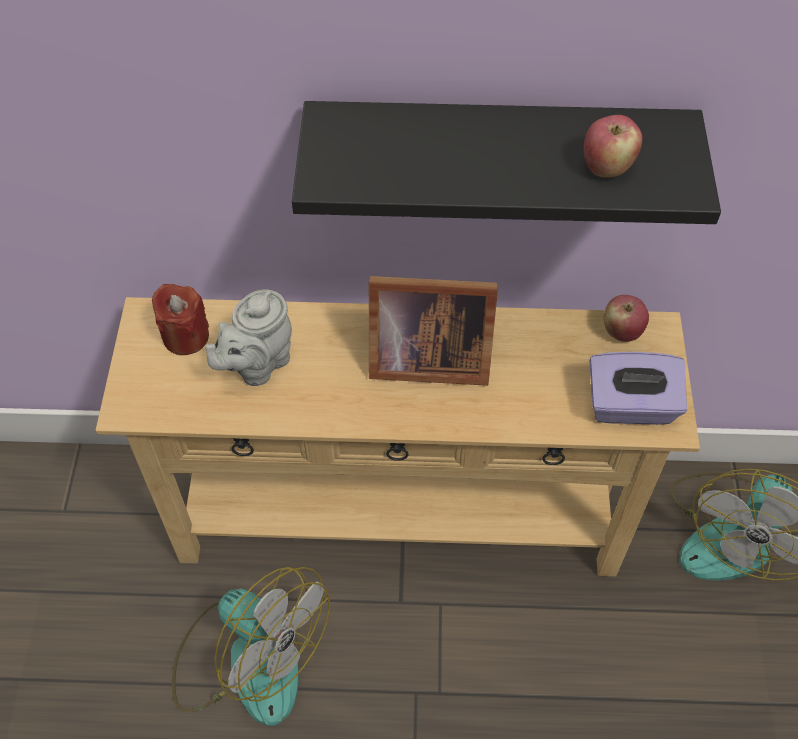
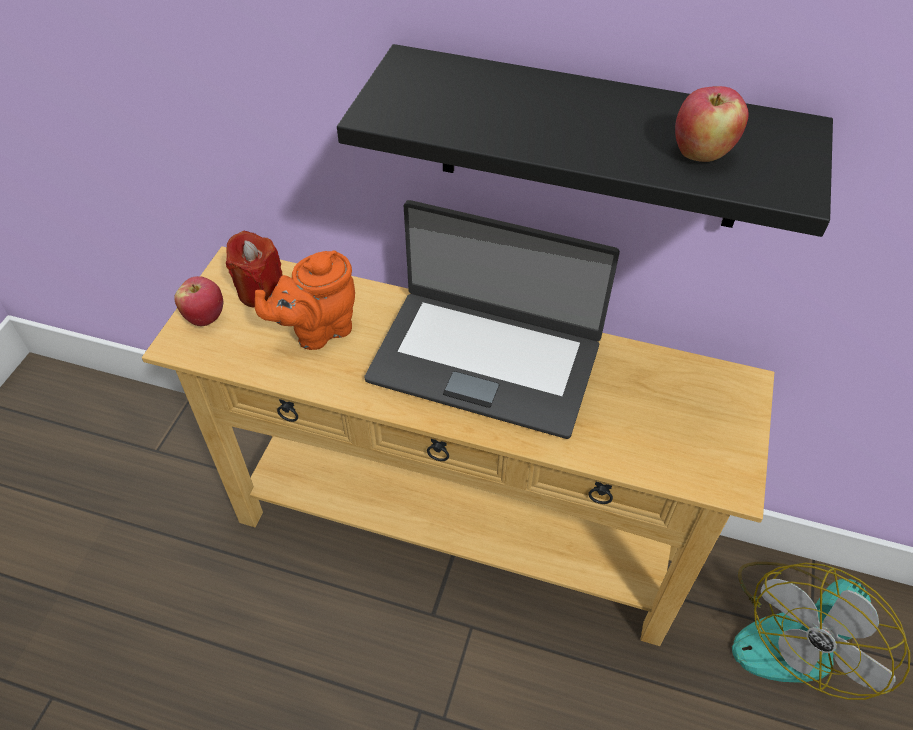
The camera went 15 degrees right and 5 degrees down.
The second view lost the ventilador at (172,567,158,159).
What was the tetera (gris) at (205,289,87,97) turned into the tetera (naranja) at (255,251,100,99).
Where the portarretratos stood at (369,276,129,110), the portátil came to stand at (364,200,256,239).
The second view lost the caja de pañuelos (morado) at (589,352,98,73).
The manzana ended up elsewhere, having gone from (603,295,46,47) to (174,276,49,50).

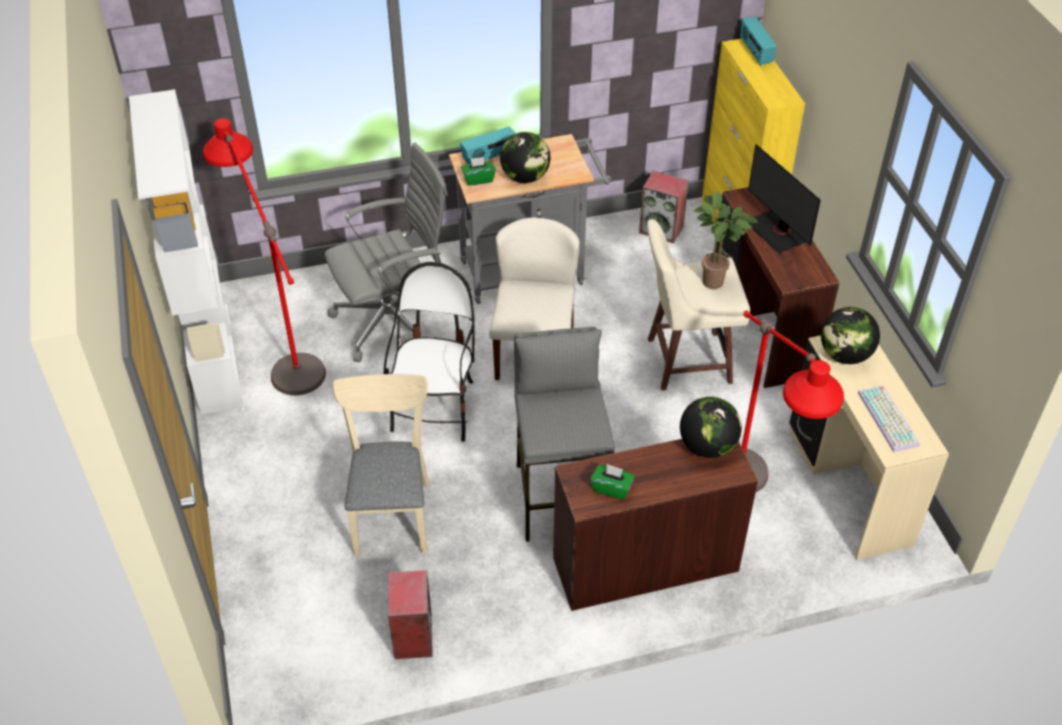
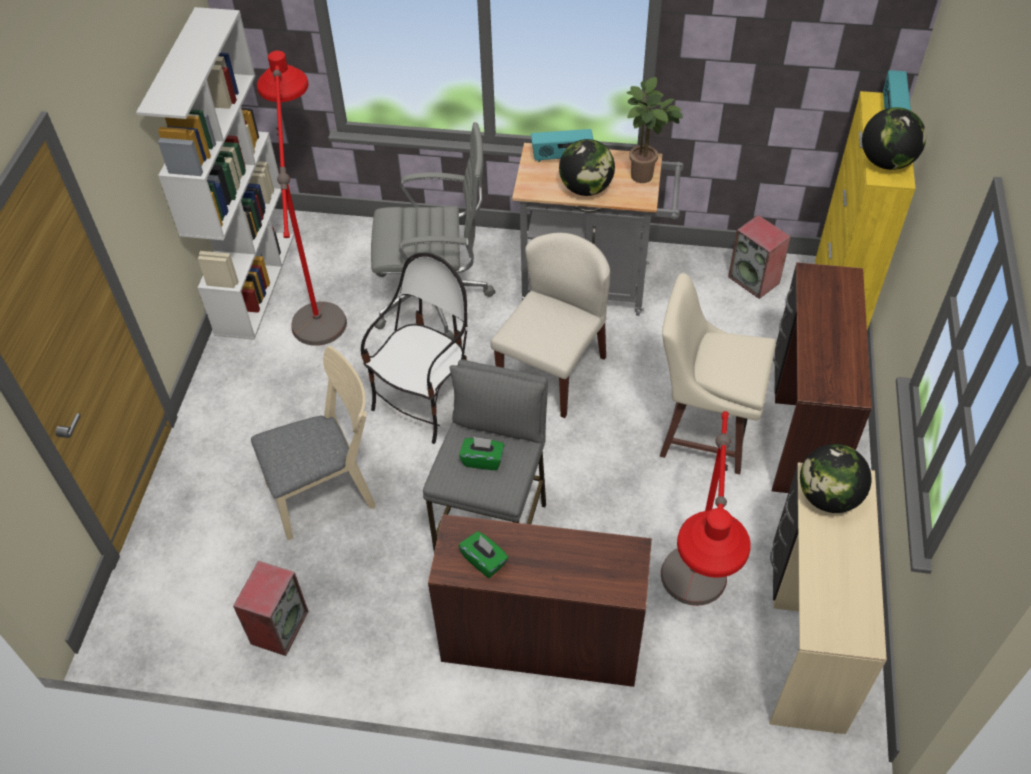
The camera went 25 degrees right and 5 degrees up.
The silla (beis) at (332,374,97,183) ended up facing another way, 45 degrees clockwise from before.
The caja de pañuelos (verde) ended up elsewhere, having gone from (461,157,35,29) to (459,437,45,33).
The globo terráqueo ended up elsewhere, having gone from (680,396,62,62) to (862,107,64,63).
The planta en maceta ended up elsewhere, having gone from (694,191,64,98) to (627,77,56,106).
The second view lost the monitor at (748,144,73,110).
The second view lost the teclado at (858,386,62,66).

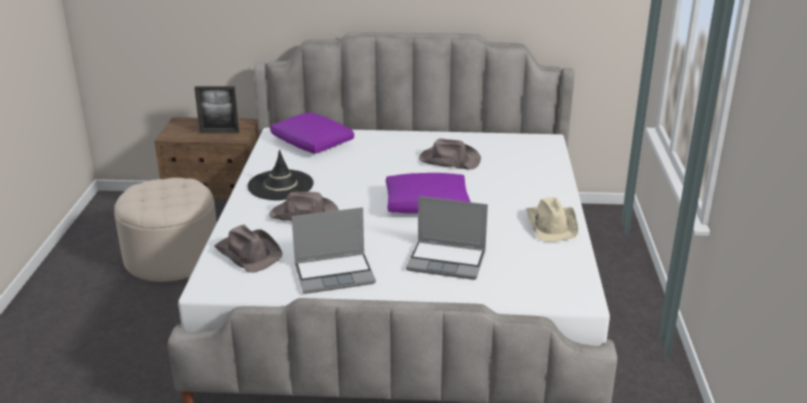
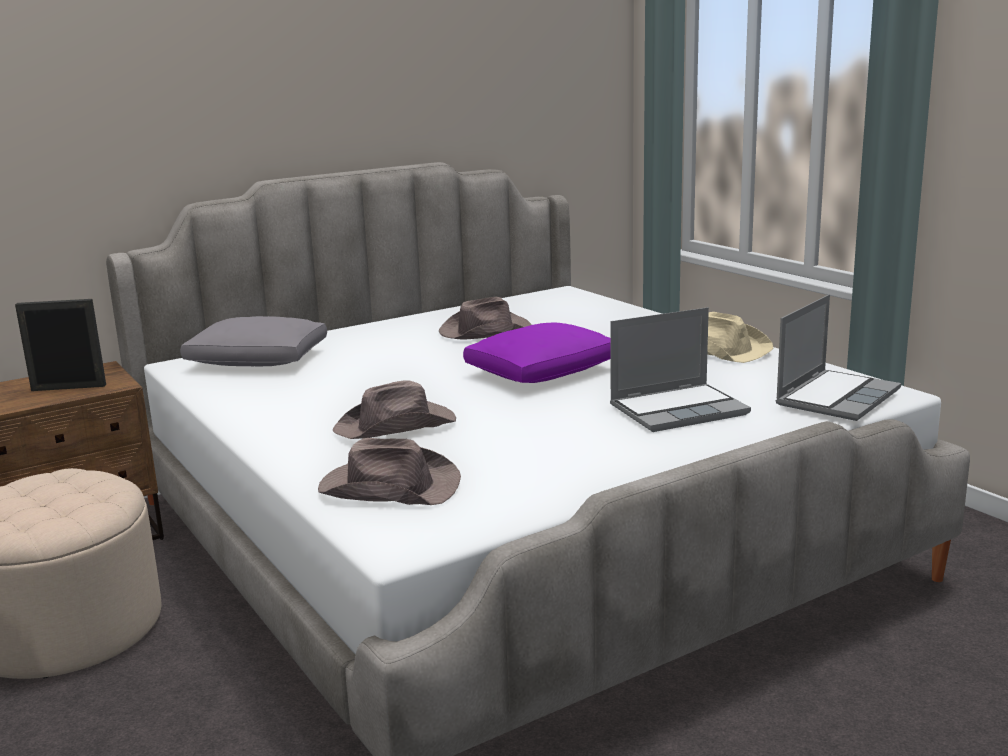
The camera went 35 degrees left and 10 degrees down.
The portarretratos at (194,86,45,47) ended up facing another way, 150 degrees counterclockwise from before.
The second view lost the sombrero (negro) at (248,150,66,50).
What was the cojín (morado) at (270,112,84,42) turned into the cojín (gris) at (180,316,147,51).
The portátil ended up elsewhere, having gone from (292,207,84,87) to (776,295,125,126).

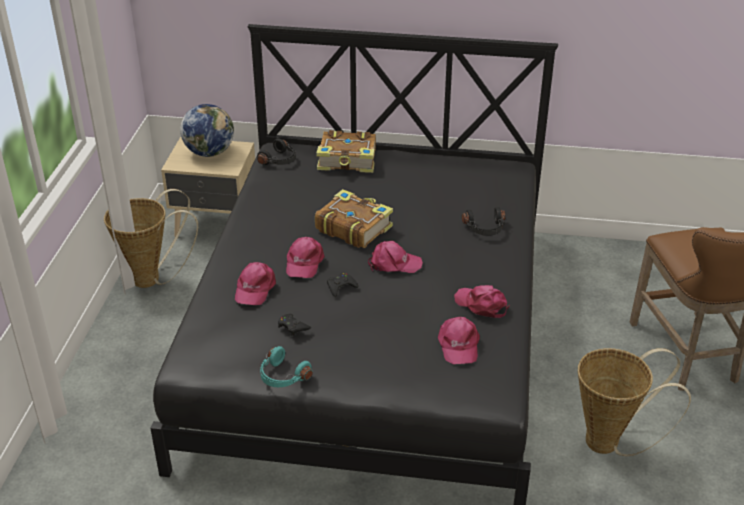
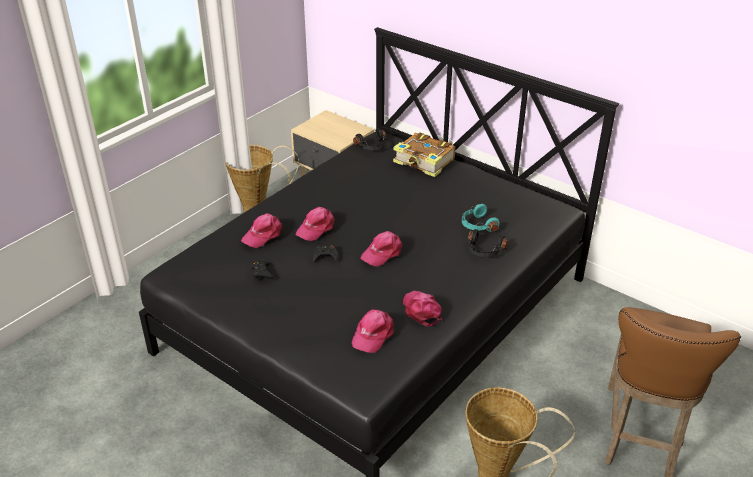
The camera went 30 degrees right and 0 degrees up.
The second view lost the globo terráqueo at (180,104,54,53).
The auriculares (turquesa) ended up elsewhere, having gone from (260,346,53,41) to (462,204,38,28).
The second view lost the libro at (315,189,78,59).
The gorra (rosa) at (368,241,55,32) ended up facing another way, 105 degrees clockwise from before.

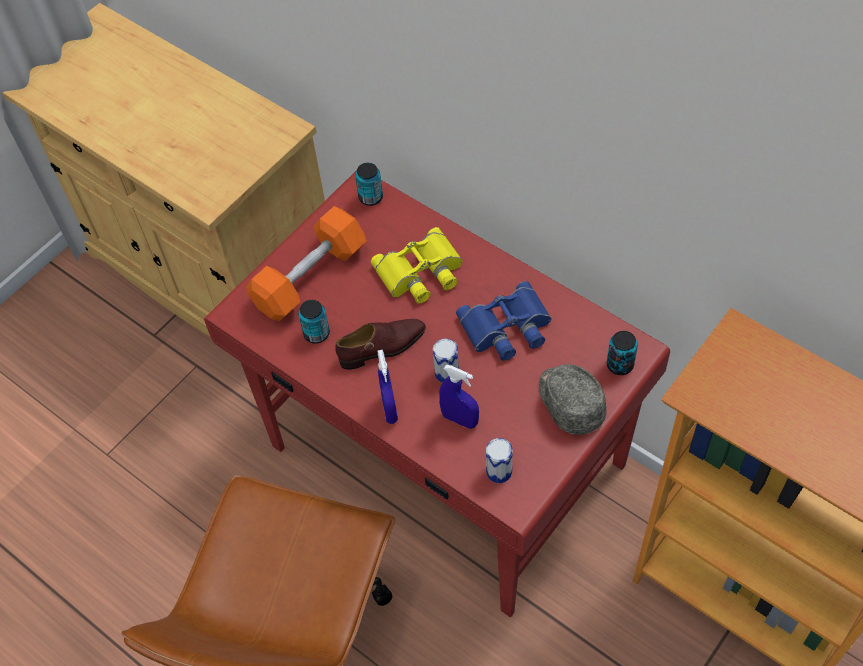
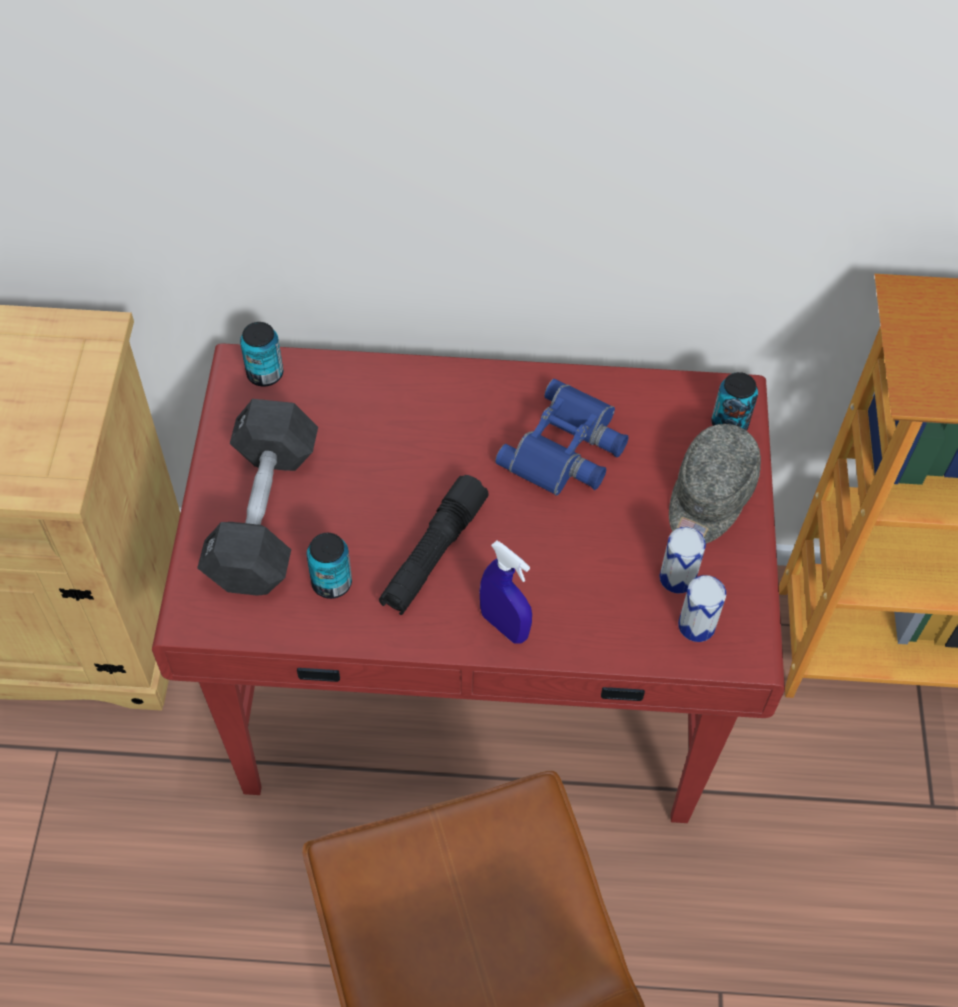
The camera went 40 degrees left and 0 degrees up.
What was the mancuerna (naranja) at (246,206,121,116) turned into the mancuerna (negro) at (197,399,121,197).
Where the zapato (marrón) stood at (335,319,91,50), the linterna (negro) came to stand at (379,475,110,140).
The second view lost the prismáticos (amarillo) at (371,227,92,76).
The lata ended up elsewhere, having gone from (433,339,26,44) to (659,527,47,66).
The second view lost the pulverizador (azul) at (439,365,40,64).
The gorra (gris) at (539,364,68,71) ended up facing another way, 90 degrees counterclockwise from before.

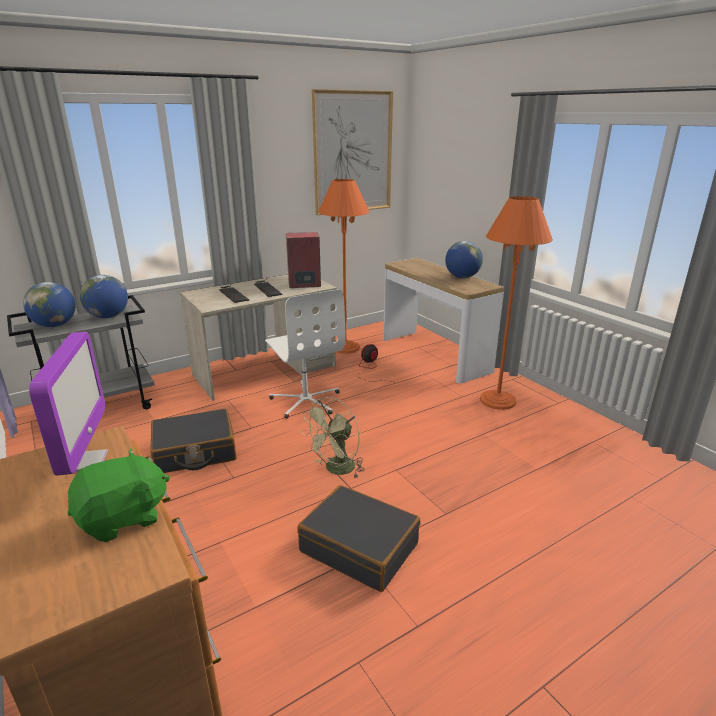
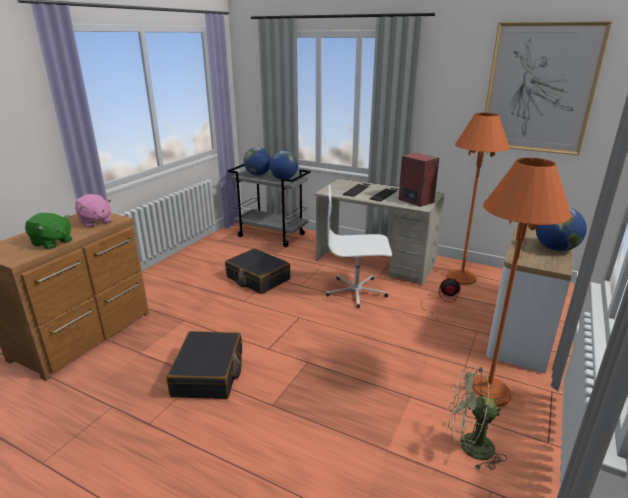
The camera went 60 degrees right and 0 degrees up.
Where the monitor stood at (29,332,79,144), the peluche (rosa) came to stand at (75,194,37,34).
The silla de oficina (blanco) at (265,289,81,130) ended up facing another way, 60 degrees clockwise from before.
The ventilador (verde) ended up elsewhere, having gone from (301,397,64,81) to (448,365,59,105).

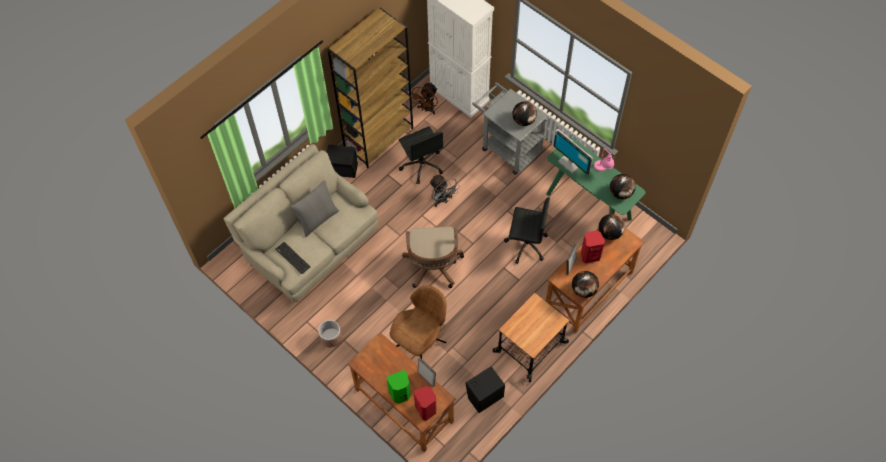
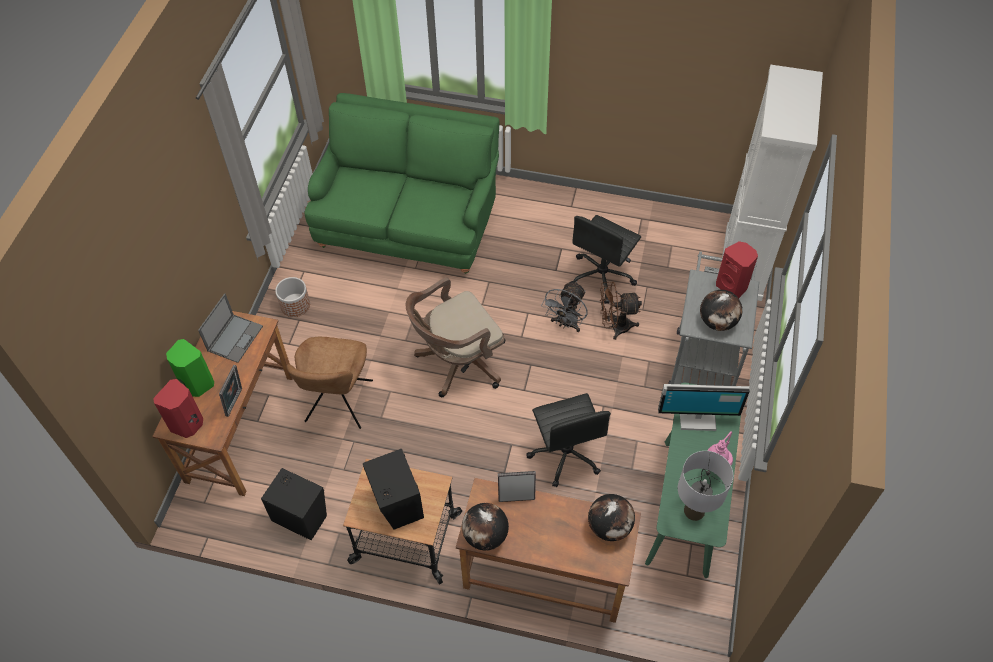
The camera went 60 degrees right and 5 degrees down.
What was the sofá (beis) at (224,144,154,158) turned into the sofá (verde) at (305,93,195,181).
The second view lost the teclado at (276,242,34,32).
The second view lost the cojín (gris) at (291,180,48,57).
The second view lost the estantería (marrón) at (327,8,86,160).
The altavoz (negro) ended up elsewhere, having gone from (327,144,31,34) to (363,449,61,81).
The silla (marrón) at (390,285,57,74) ended up facing another way, 90 degrees clockwise from before.
The ventilador (marrón) ended up elsewhere, having gone from (411,82,27,32) to (600,282,42,58).
The monitor at (553,129,40,46) ended up facing another way, 105 degrees counterclockwise from before.
The altavoz (rojo) ended up elsewhere, having gone from (581,231,24,32) to (716,241,42,57).
Where the globo terráqueo stood at (610,174,26,25), the lámpara de mesa (gris) came to stand at (678,451,55,70).
The second view gained the portátil at (198,293,65,70).

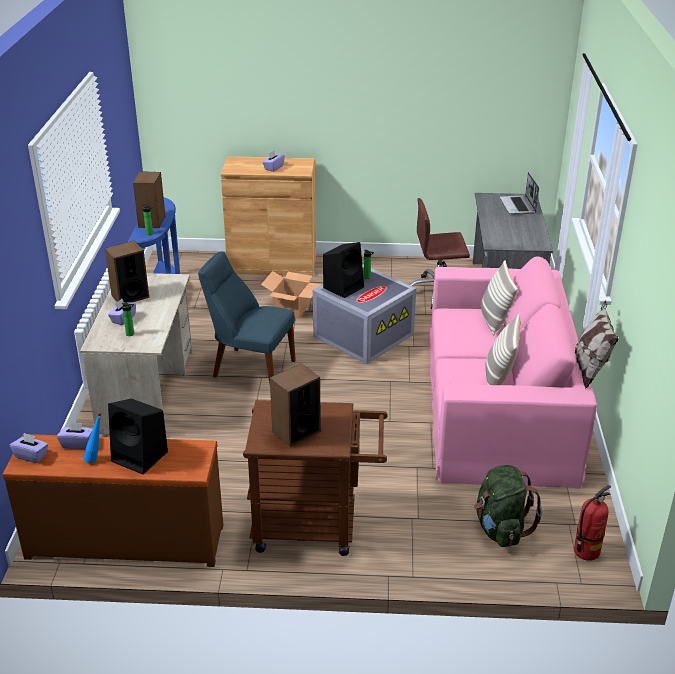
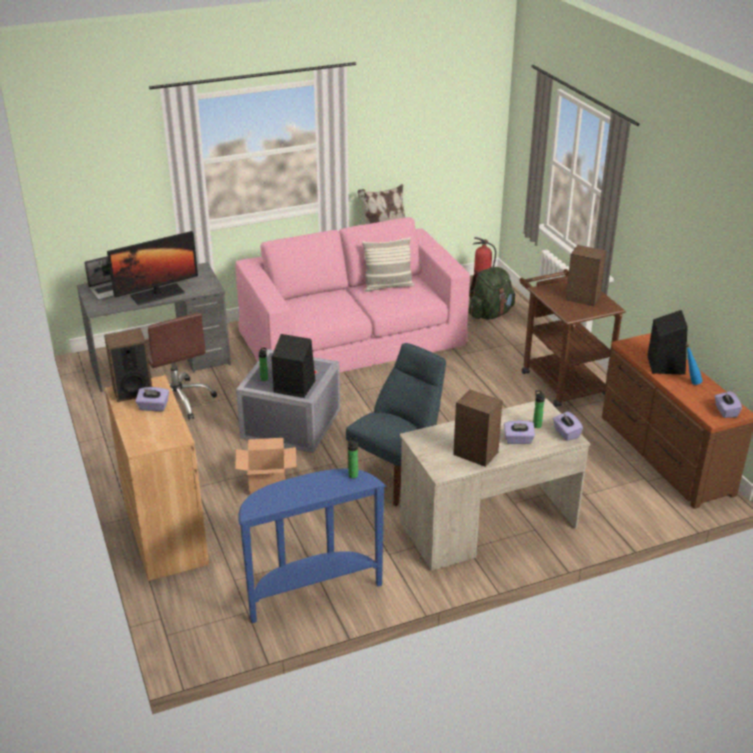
The camera went 115 degrees left and 0 degrees up.
The caja de pañuelos (morado) ended up elsewhere, having gone from (57,422,36,27) to (553,411,30,30).
The altavoz ended up elsewhere, having gone from (133,171,33,57) to (104,328,48,74).
The silla (azul) at (198,251,98,132) ended up facing another way, 135 degrees counterclockwise from before.
The second view lost the cojín at (481,260,37,76).
The second view gained the monitor at (107,231,91,74).

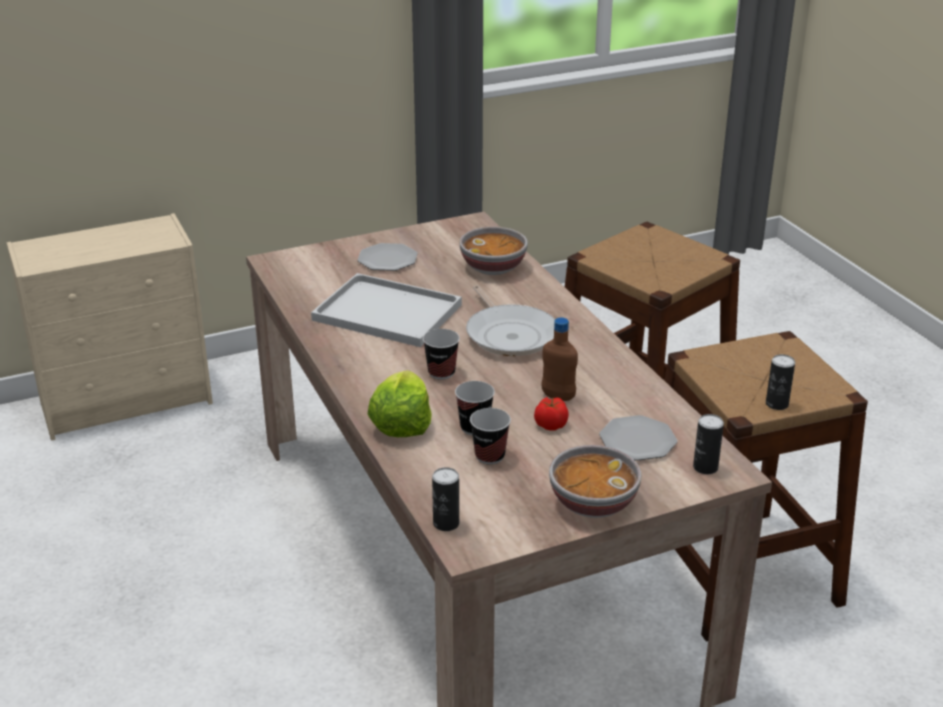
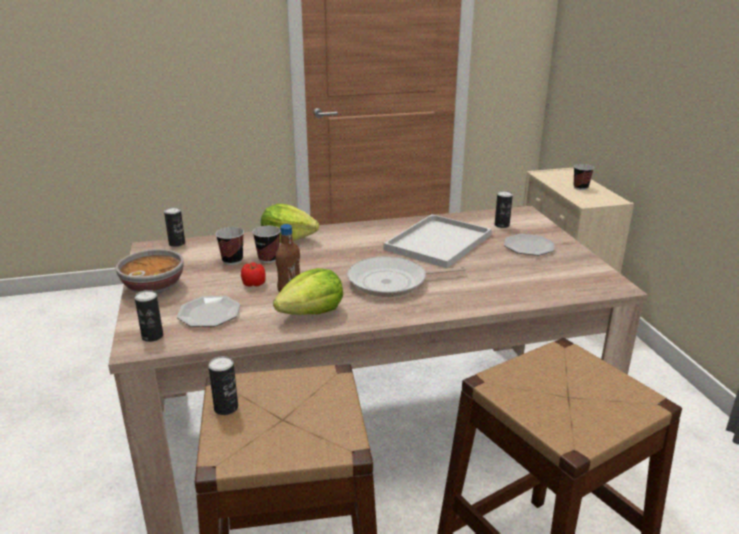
The camera went 100 degrees right and 5 degrees down.
The taza ended up elsewhere, having gone from (423,329,37,51) to (574,164,20,26).
The second view lost the cuenco at (459,227,69,48).
The second view gained the lechuga at (273,268,70,47).
The second view gained the lata at (494,191,19,37).

